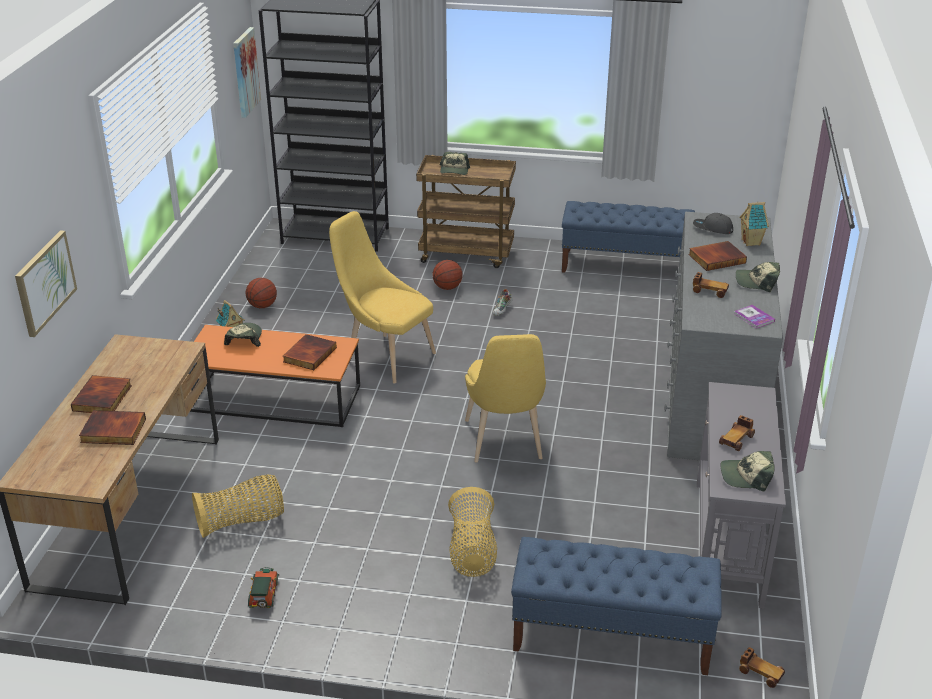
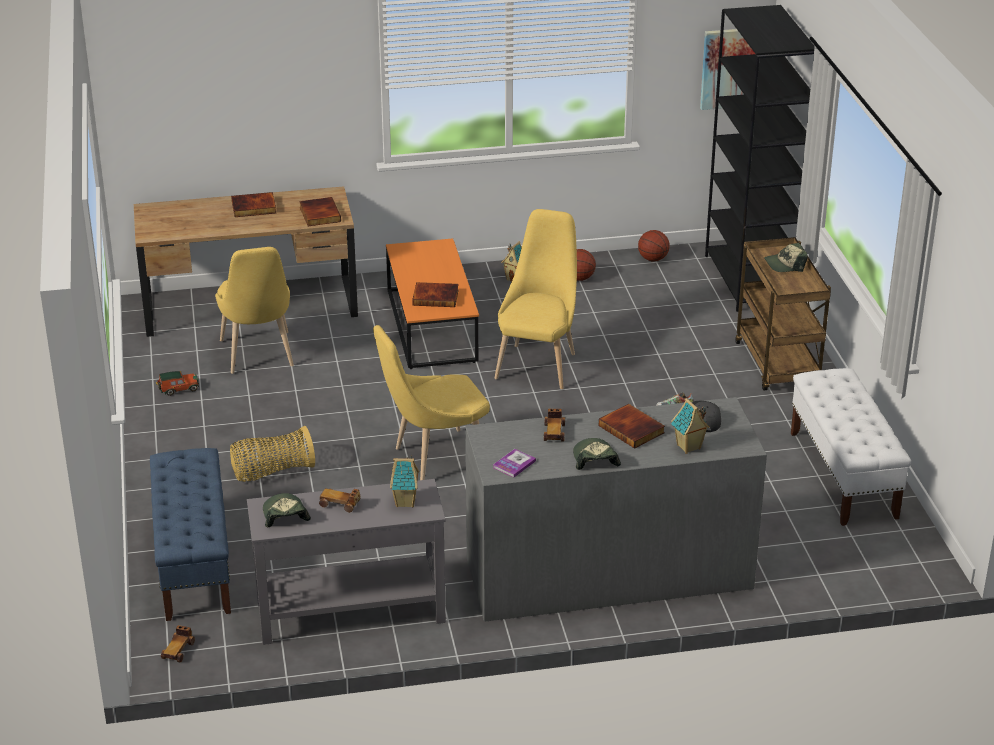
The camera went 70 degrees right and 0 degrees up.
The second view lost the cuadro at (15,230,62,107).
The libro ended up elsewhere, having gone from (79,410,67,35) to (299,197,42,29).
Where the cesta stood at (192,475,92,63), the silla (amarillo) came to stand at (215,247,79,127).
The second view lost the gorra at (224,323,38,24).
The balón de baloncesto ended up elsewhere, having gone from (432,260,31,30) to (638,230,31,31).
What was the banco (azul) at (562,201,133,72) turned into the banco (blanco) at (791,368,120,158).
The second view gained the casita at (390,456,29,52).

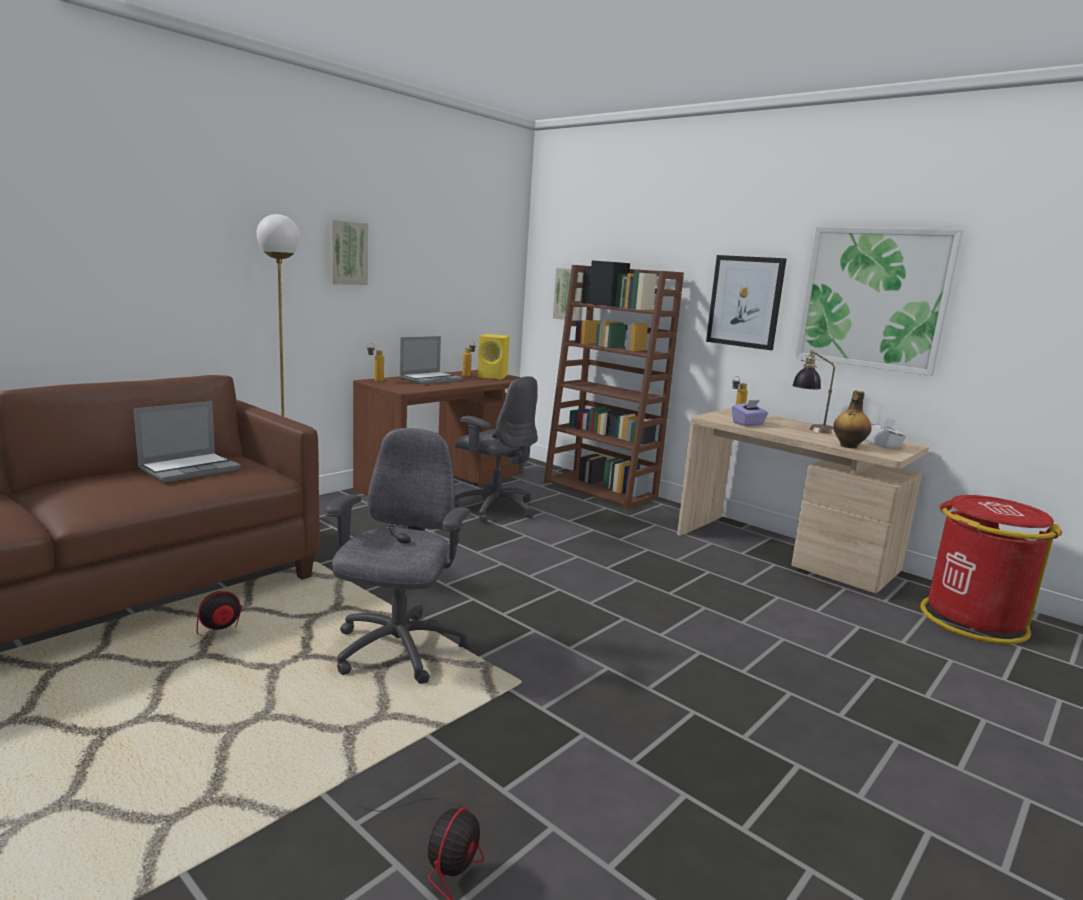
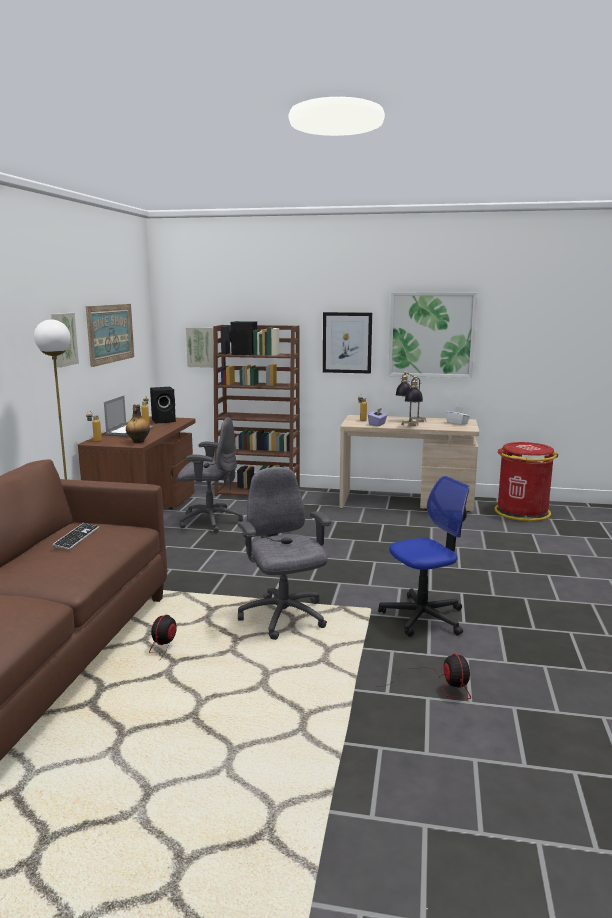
The camera went 30 degrees left and 0 degrees up.
Where the portátil stood at (134,401,107,81), the teclado came to stand at (52,523,47,27).
What was the altavoz (amarillo) at (478,334,32,45) turned into the altavoz (negro) at (150,387,26,36).
The botella ended up elsewhere, having gone from (833,390,39,58) to (126,405,24,38).
The second view gained the cuadro at (86,304,48,63).
The second view gained the silla de oficina at (378,476,91,161).
The second view gained the lámpara de mesa at (401,376,22,51).

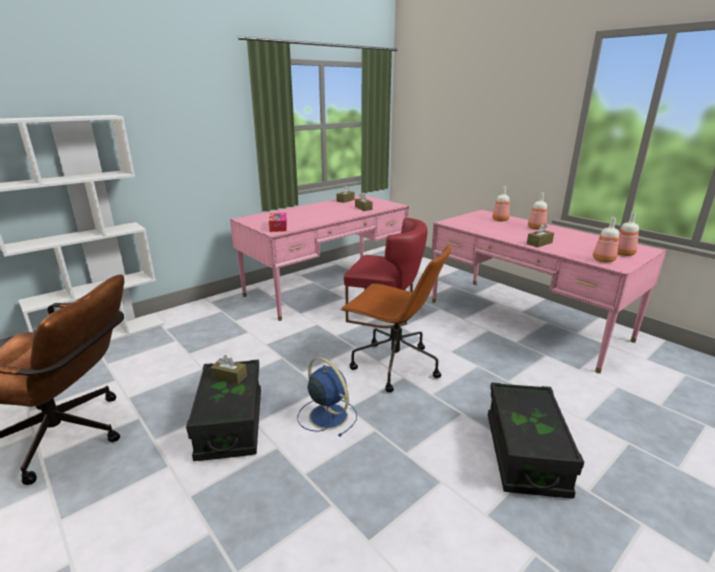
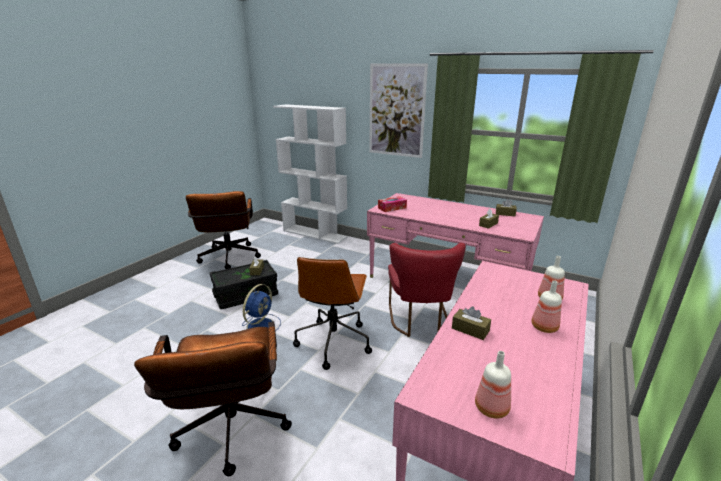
The camera went 70 degrees right and 0 degrees up.
Where the caja de almacenaje (negro) stood at (488,382,96,117), the silla de oficina (marrón) came to stand at (134,321,158,155).
The second view lost the botella at (593,217,26,45).
The second view gained the cuadro at (369,64,59,94).

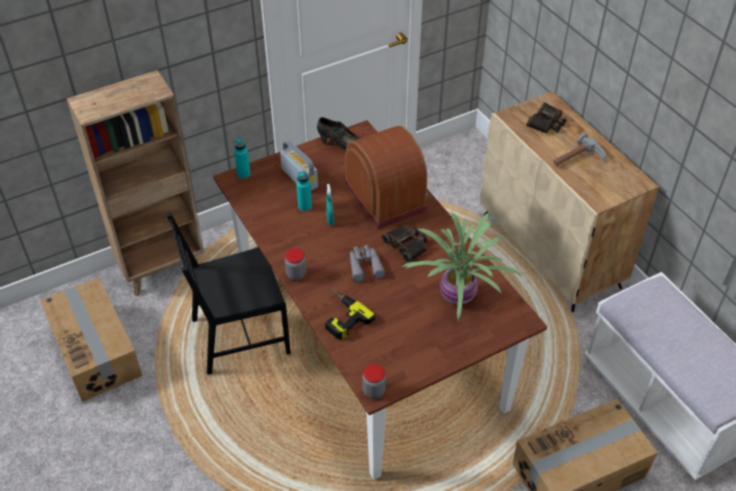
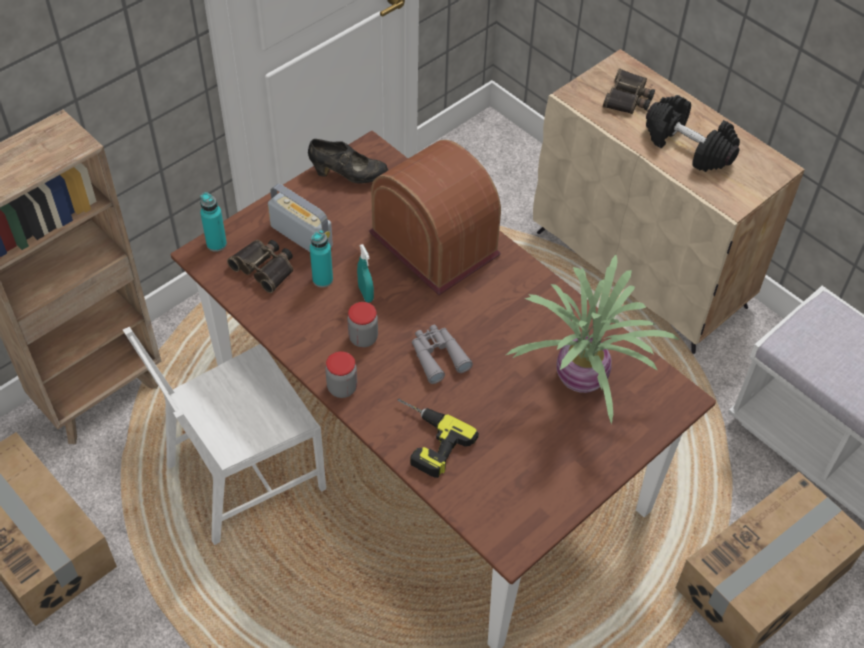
The camera went 15 degrees left and 5 degrees up.
What was the silla (negro) at (166,212,125,163) turned into the silla (blanco) at (123,327,203,218).
The tarro ended up elsewhere, having gone from (362,364,24,35) to (348,302,30,46).
The prismáticos ended up elsewhere, having gone from (382,225,45,38) to (227,240,66,53).
Where the martillo stood at (553,133,53,33), the mancuerna (negro) came to stand at (646,95,94,77).

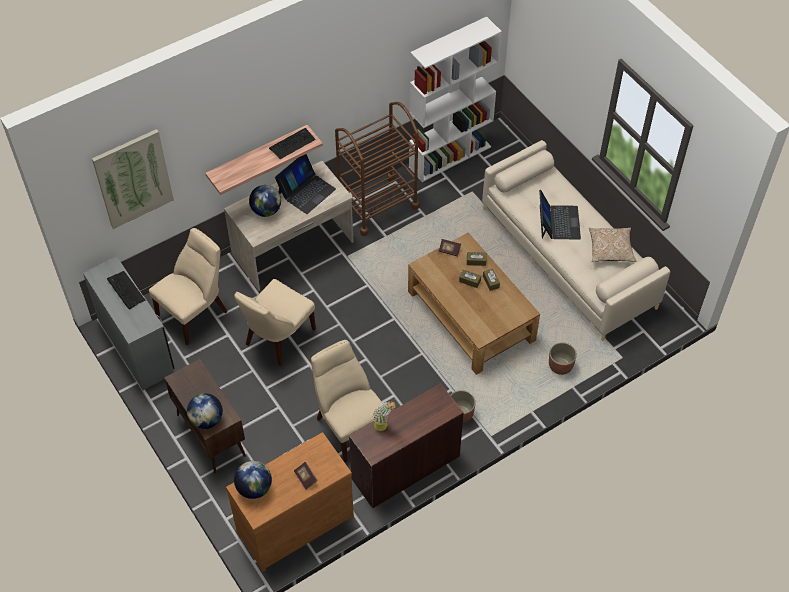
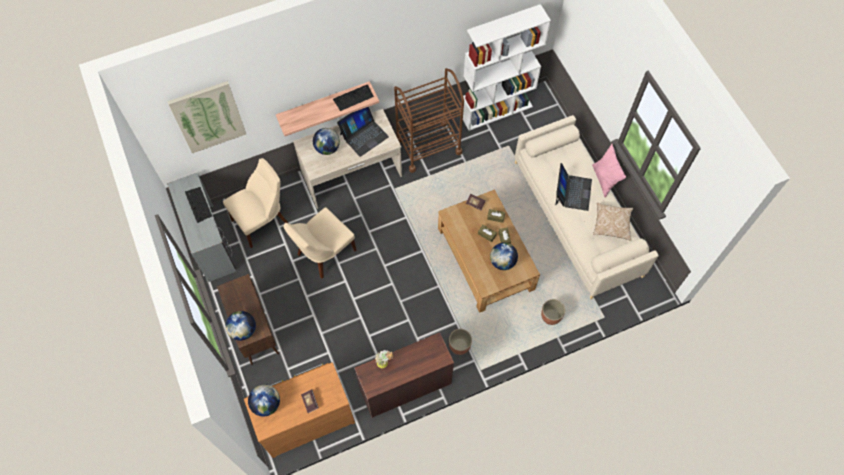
The camera went 10 degrees right and 10 degrees up.
The second view lost the silla (beis) at (311,340,72,122).
The second view gained the globo terráqueo at (490,243,28,27).
The second view gained the cojín (rosa) at (592,144,34,54).

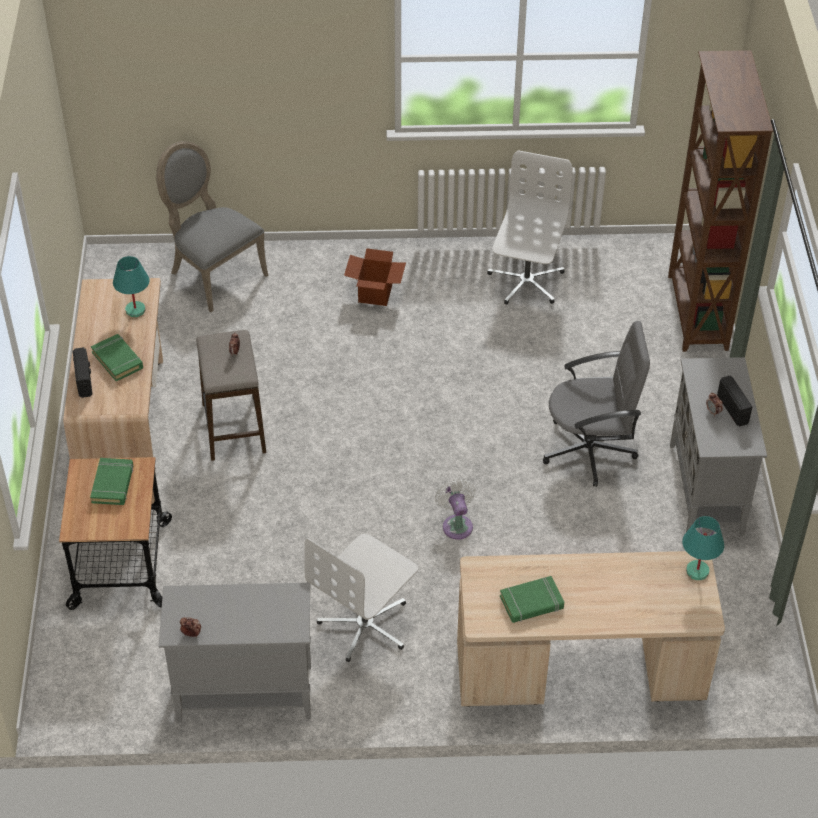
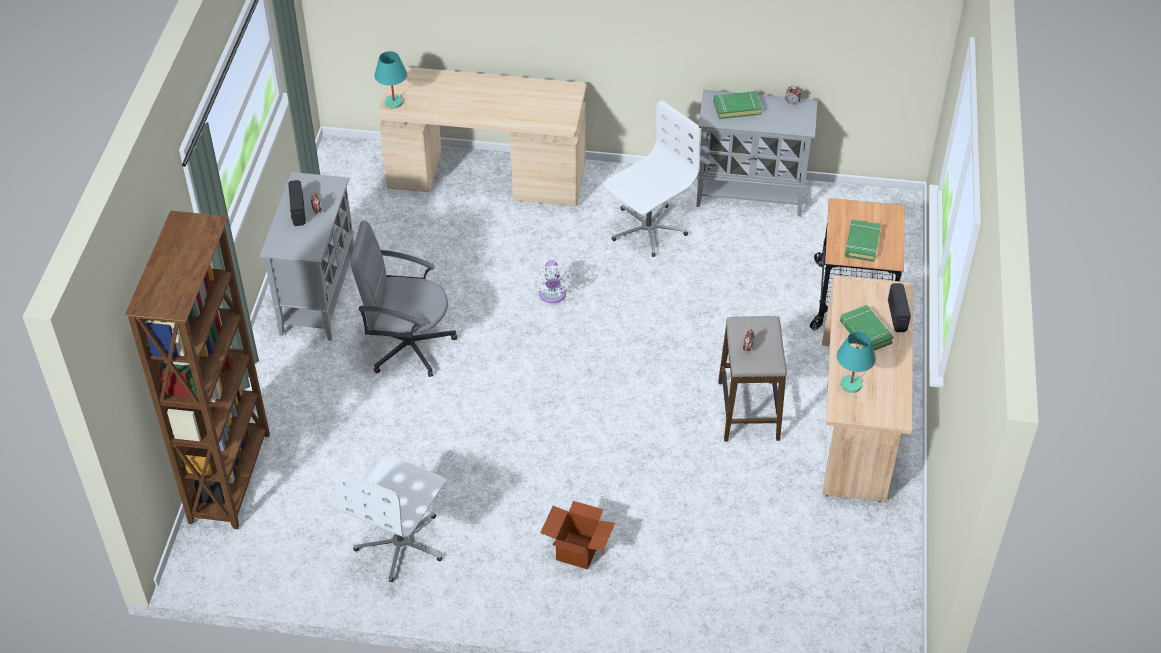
The camera went 170 degrees left and 0 degrees up.
The second view lost the silla (gris) at (156,141,112,171).
The libro (verde) ended up elsewhere, having gone from (500,576,64,47) to (714,91,48,28).

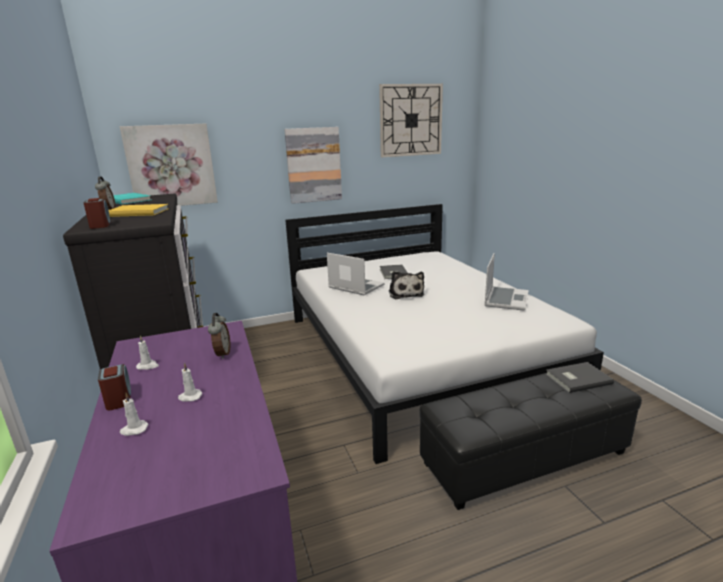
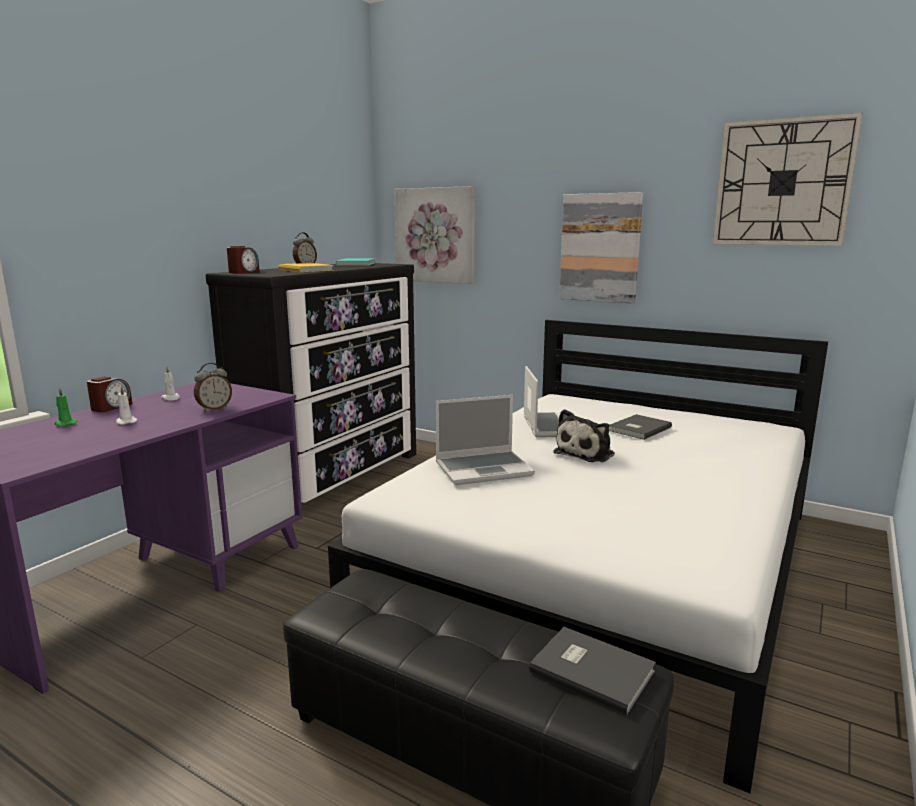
The camera went 50 degrees right and 5 degrees down.
What was the vela (blanco) at (120,393,28,43) turned into the vela (verde) at (55,388,23,38).
The portátil ended up elsewhere, having gone from (484,253,45,58) to (435,395,100,90).

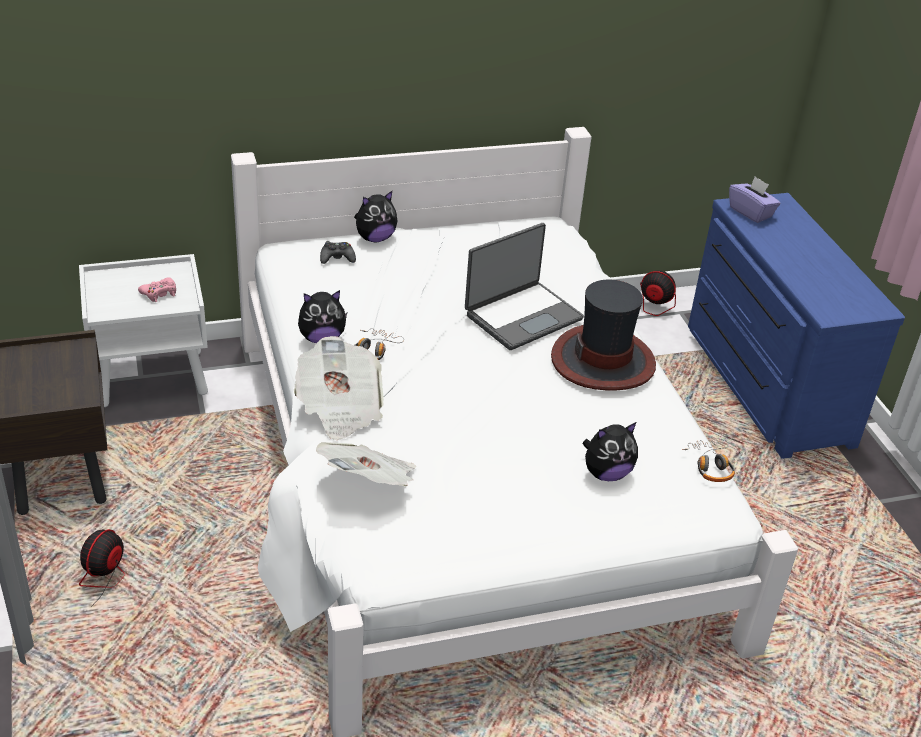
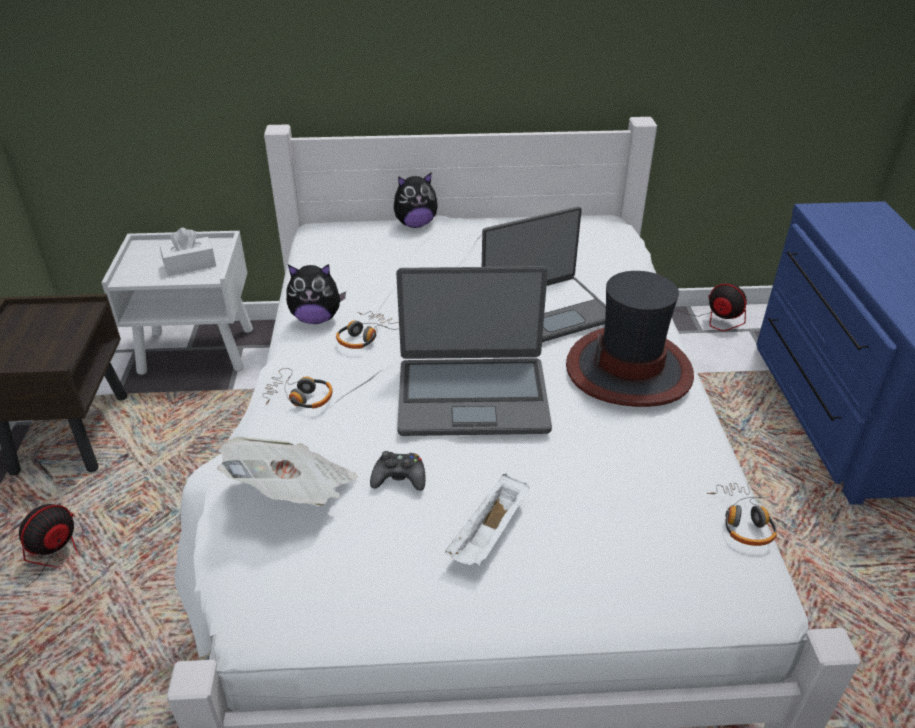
The camera went 15 degrees right and 0 degrees up.
Where the mando de consola (rosa) stood at (138,277,38,25), the caja de pañuelos (blanco) came to stand at (160,228,56,48).
Where the periódico stood at (294,336,90,104), the auriculares came to stand at (262,368,71,41).
The mando de consola (negro) ended up elsewhere, having gone from (320,241,36,23) to (370,451,56,40).
The second view lost the peluche at (582,422,56,59).
The second view lost the caja de pañuelos (morado) at (729,176,51,47).
The second view gained the portátil at (396,266,156,170).
The second view gained the bandeja (blanco) at (445,474,84,92).

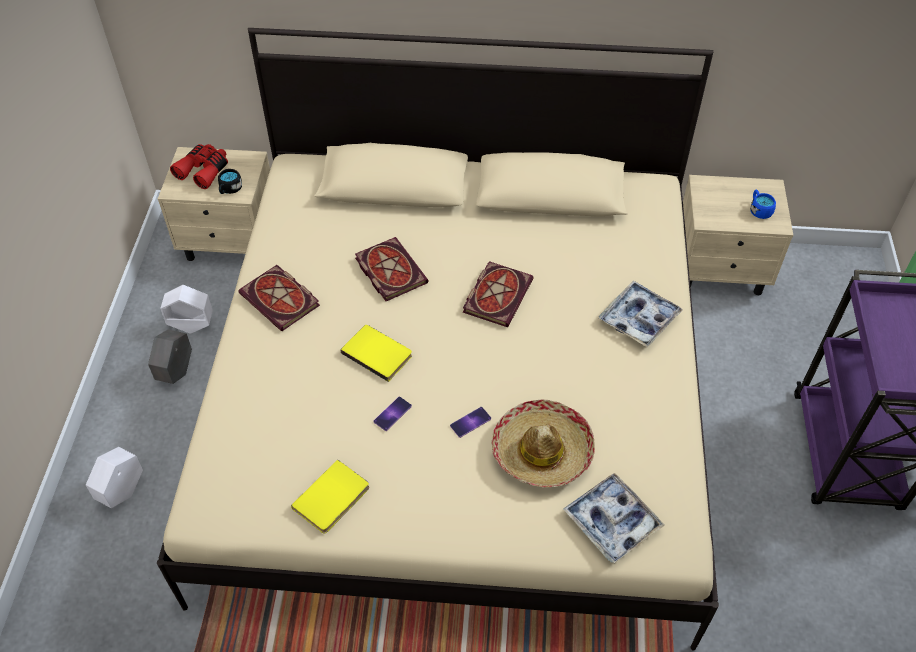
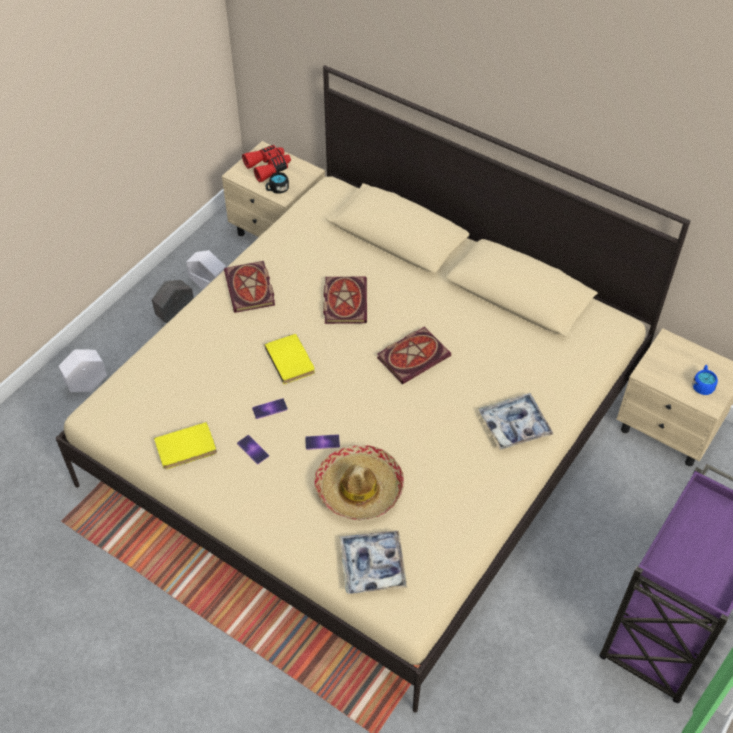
The camera went 30 degrees right and 0 degrees up.
The second view gained the móvil at (237,435,32,29).

